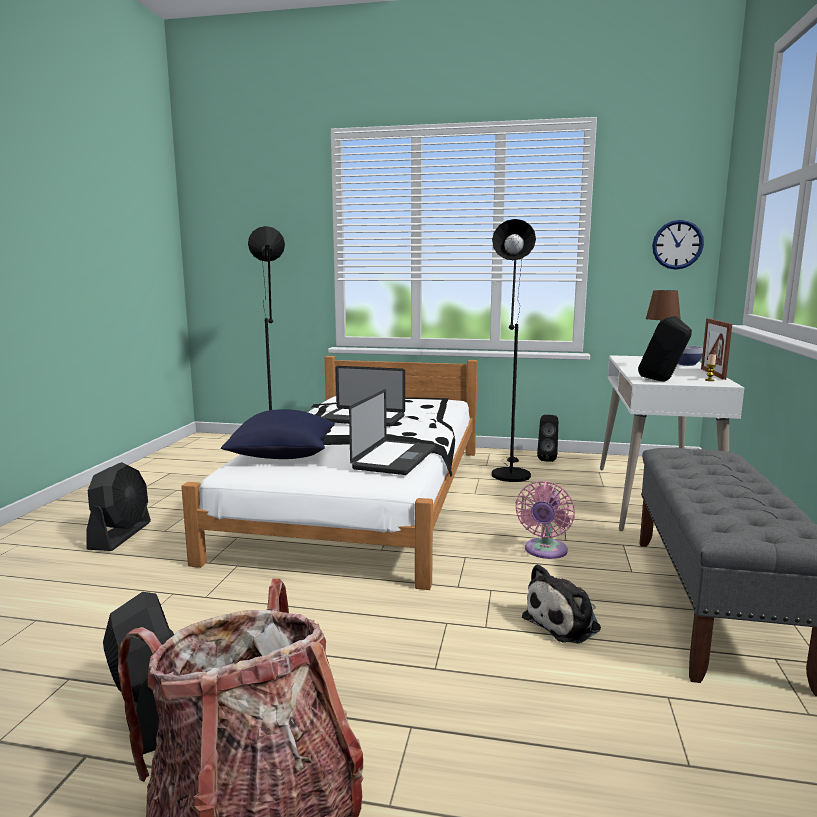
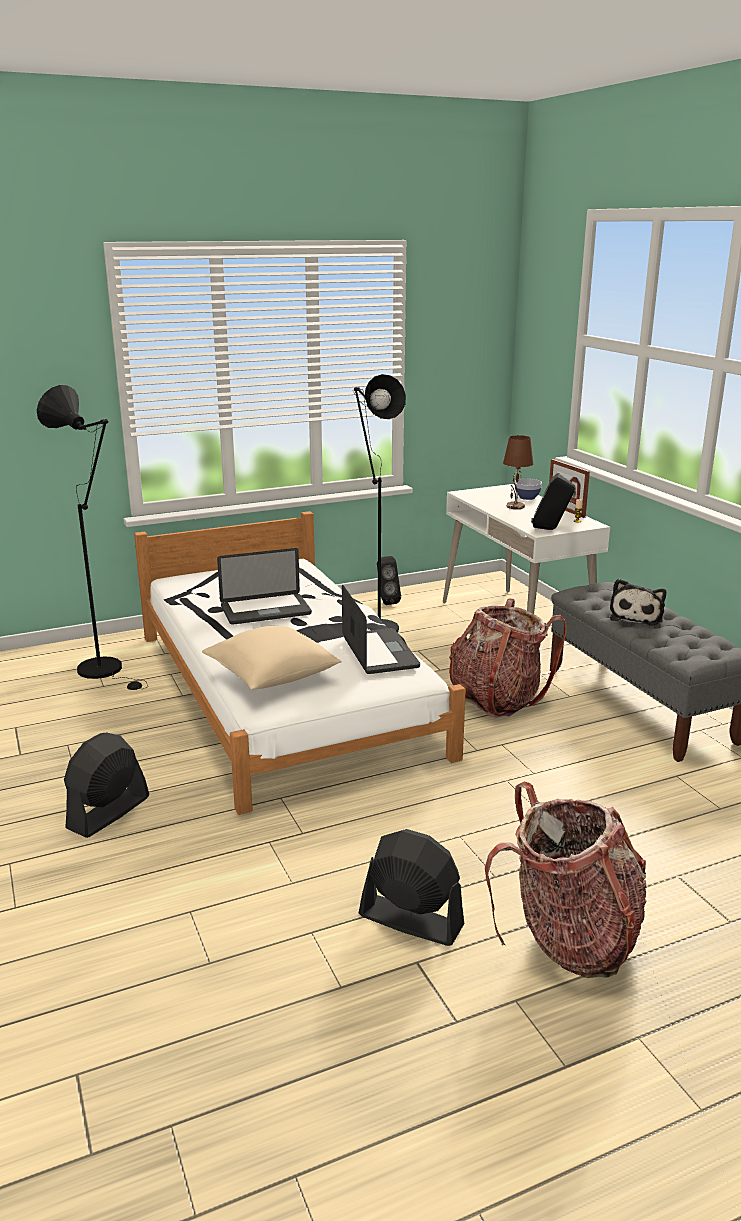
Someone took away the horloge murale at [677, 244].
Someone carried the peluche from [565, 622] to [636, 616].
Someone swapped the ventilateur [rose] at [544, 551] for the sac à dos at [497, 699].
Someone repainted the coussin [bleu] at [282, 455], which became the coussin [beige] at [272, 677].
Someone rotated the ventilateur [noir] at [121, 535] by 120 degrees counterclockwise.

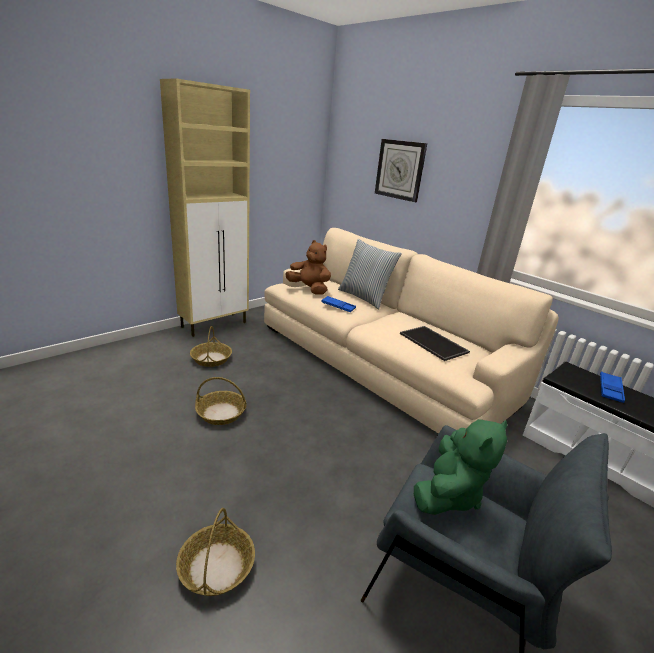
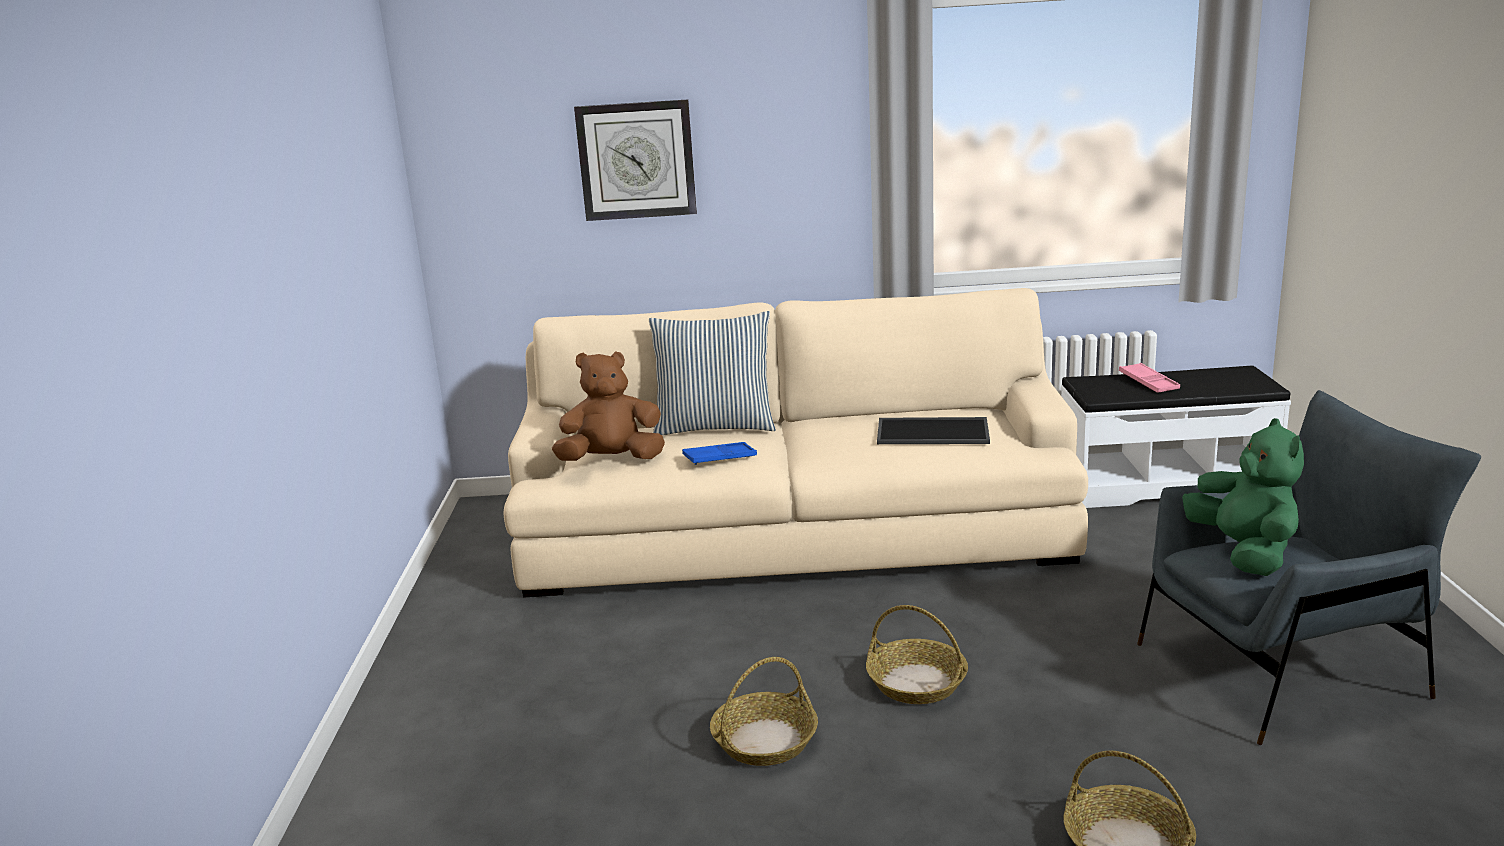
Someone took away the meuble de rangement [beige] at [215, 324].
Someone carried the panier from [211, 359] to [916, 683].
Someone repainted the plateau [bleu] at [610, 390], which became the plateau [rose] at [1148, 382].

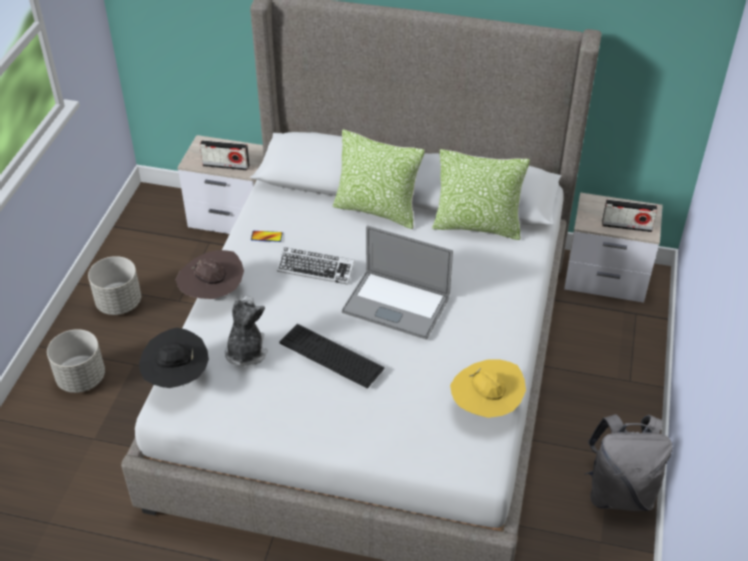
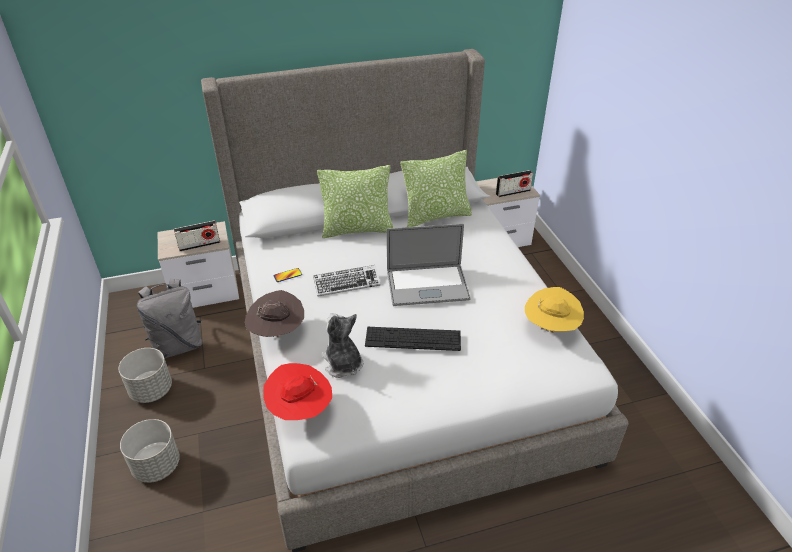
Someone carried the sac à dos [gris] from [619, 492] to [178, 345].
Someone repainted the chapeau [noir] at [177, 378], which became the chapeau [rouge] at [300, 410].

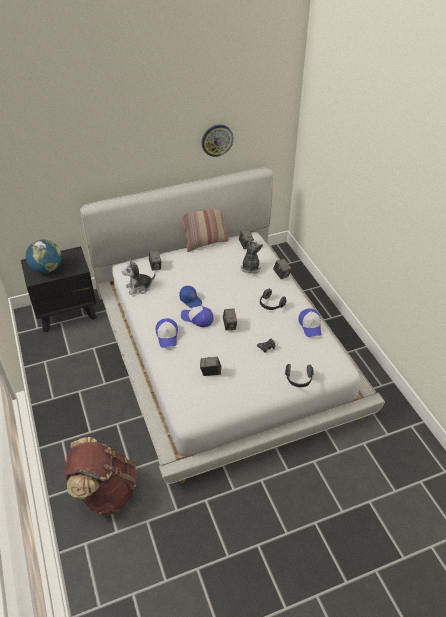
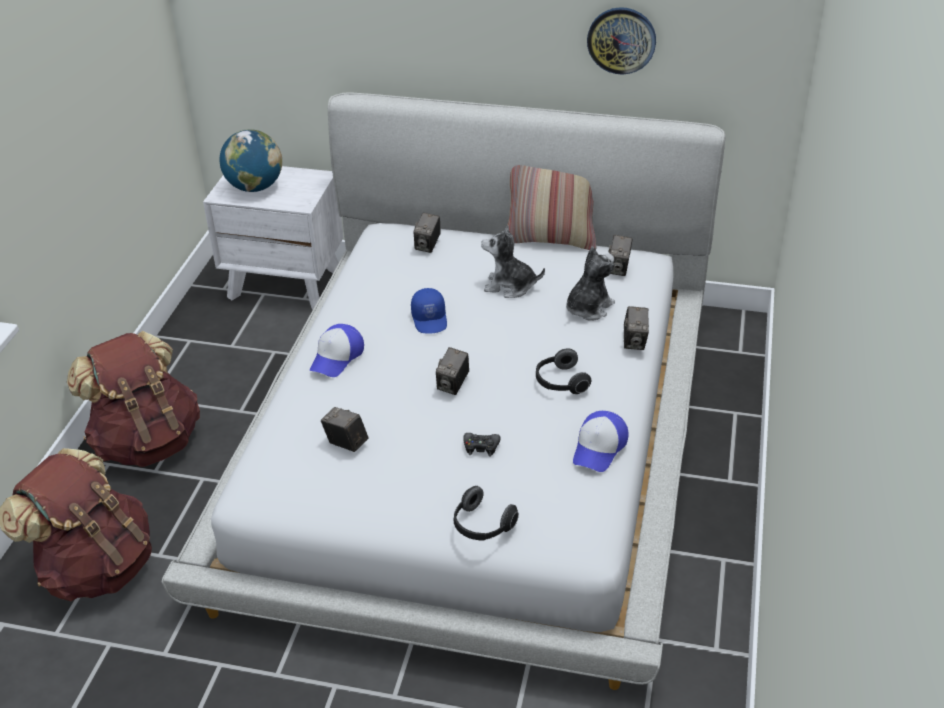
Someone took away the casquette at [197, 318].
Someone put down the sac à dos [marron] at [147, 442].
Someone carried the peluche from [139, 287] to [510, 286].
Someone repainted the table de chevet [noir] at [67, 312], which became the table de chevet [blanc] at [286, 283].

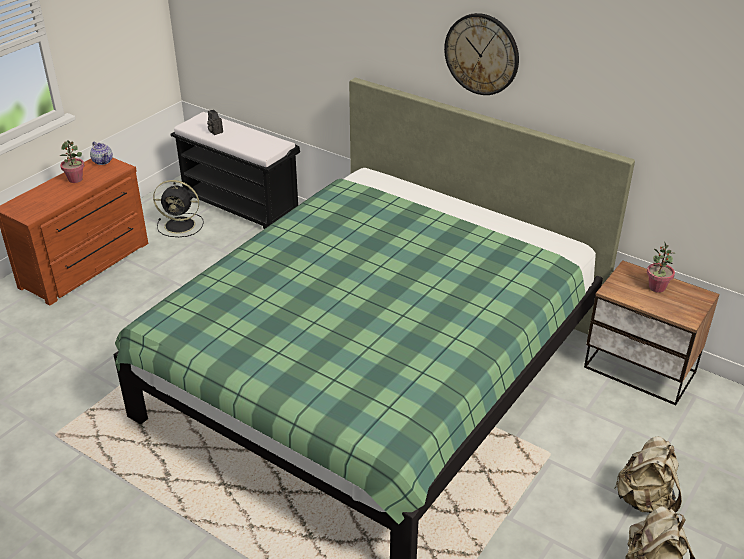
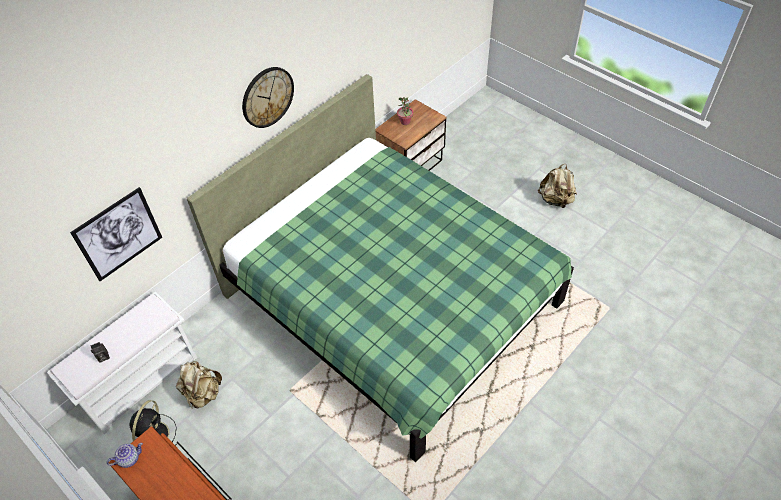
Someone took away the plante en pot at [75, 179].
Someone put up the tableau at [118, 234].
Someone carried the sac à dos [beige] from [645, 500] to [203, 393].
Someone repainted the banc [noir] at [241, 206], which became the banc [blanc] at [141, 381].

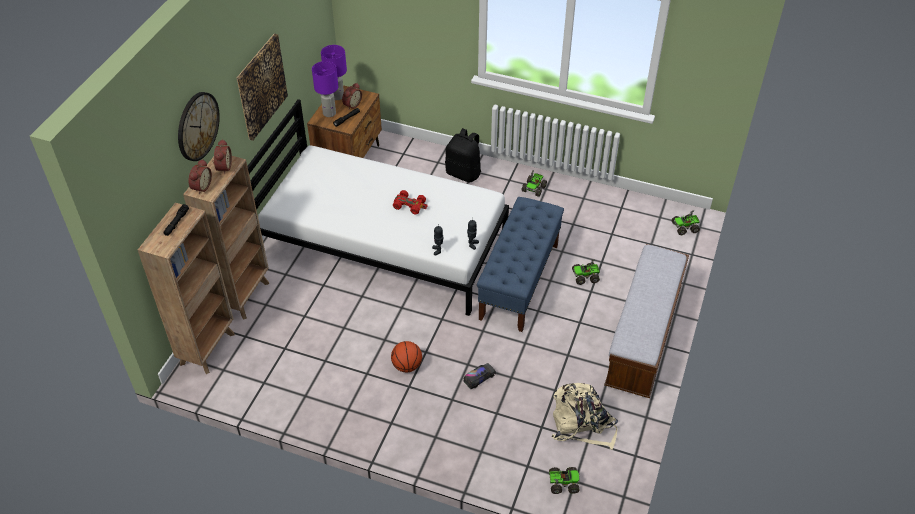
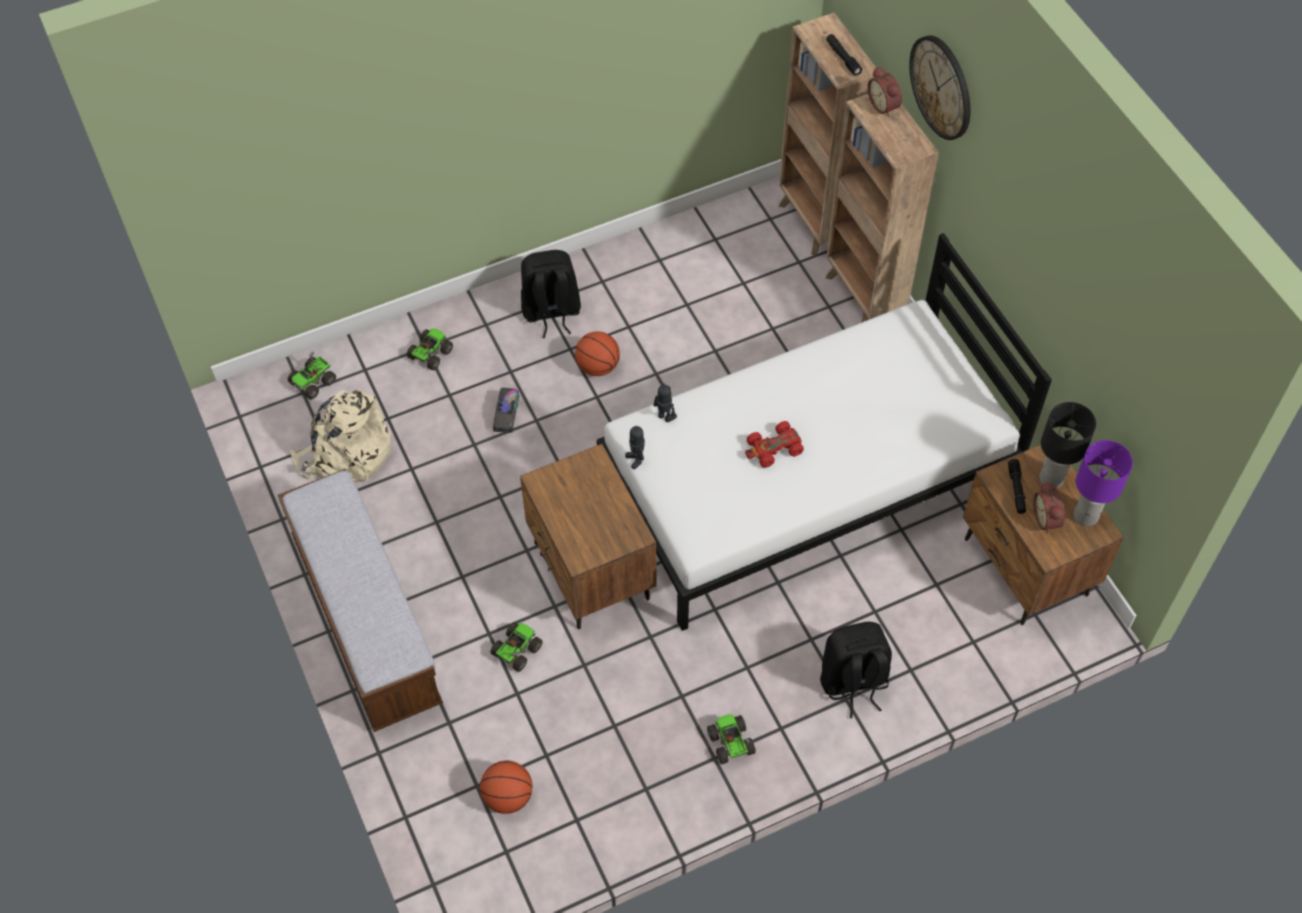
Someone took away the réveil at [223, 167].
Someone took away the tableau at [261, 86].
Someone put down the ballon de basket at [508, 797].
Someone put down the sac à dos [noir] at [551, 312].
Someone carried the camion jouet from [685, 227] to [430, 354].
Someone swapped the banc [bleu] at [519, 281] for the table de chevet [marron] at [591, 572].
Someone repainted the lampe de table [violet] at [329, 113], which became the lampe de table [noir] at [1051, 479].

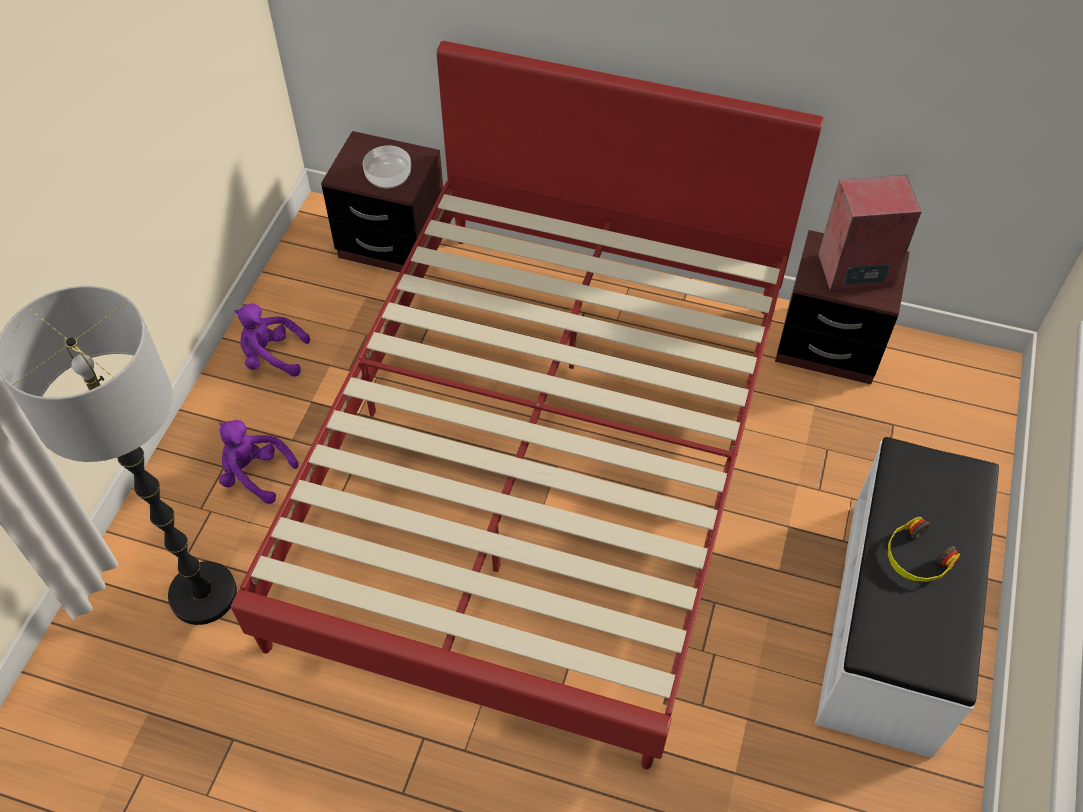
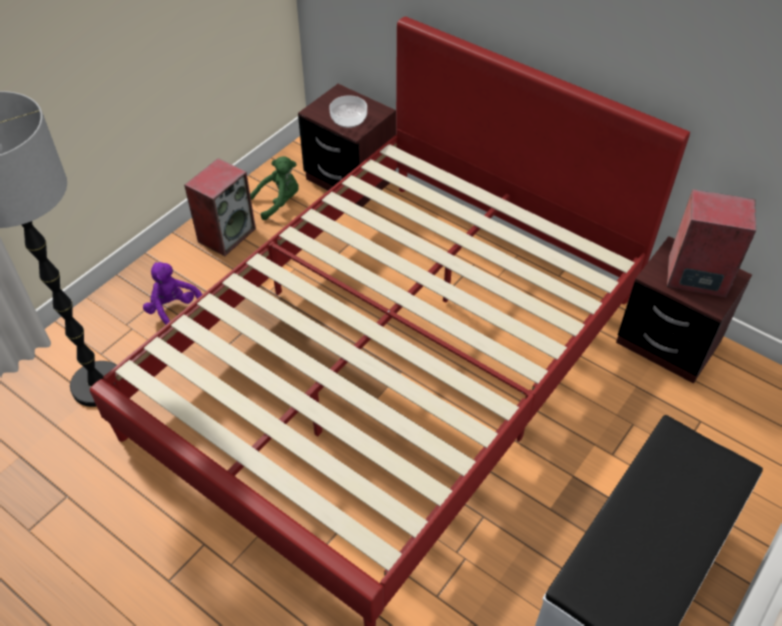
Someone took away the casque audio at [916, 557].
Someone put down the peluche [vert] at [279, 202].
Someone swapped the peluche [violet] at [272, 356] for the enceinte at [227, 234].

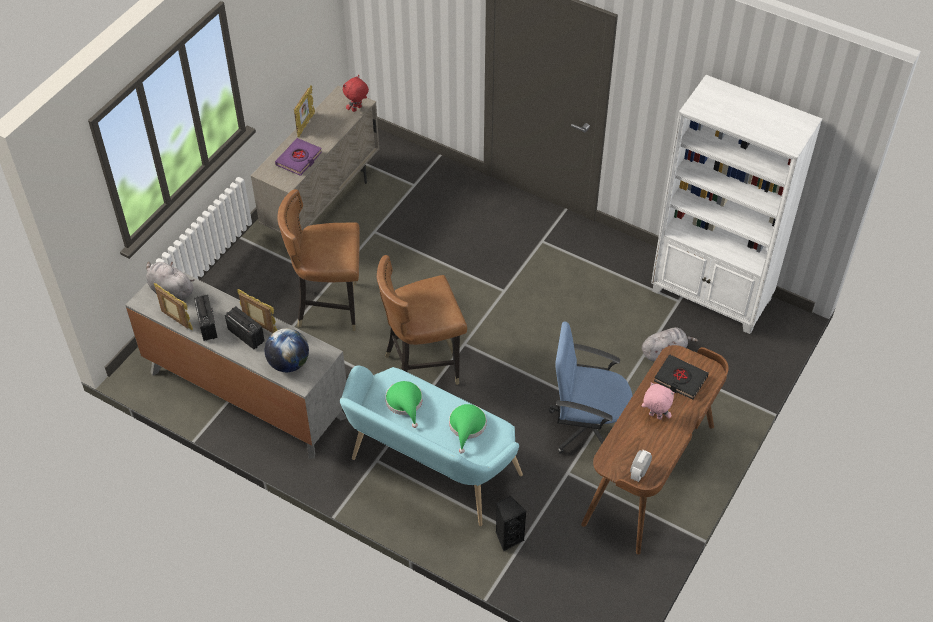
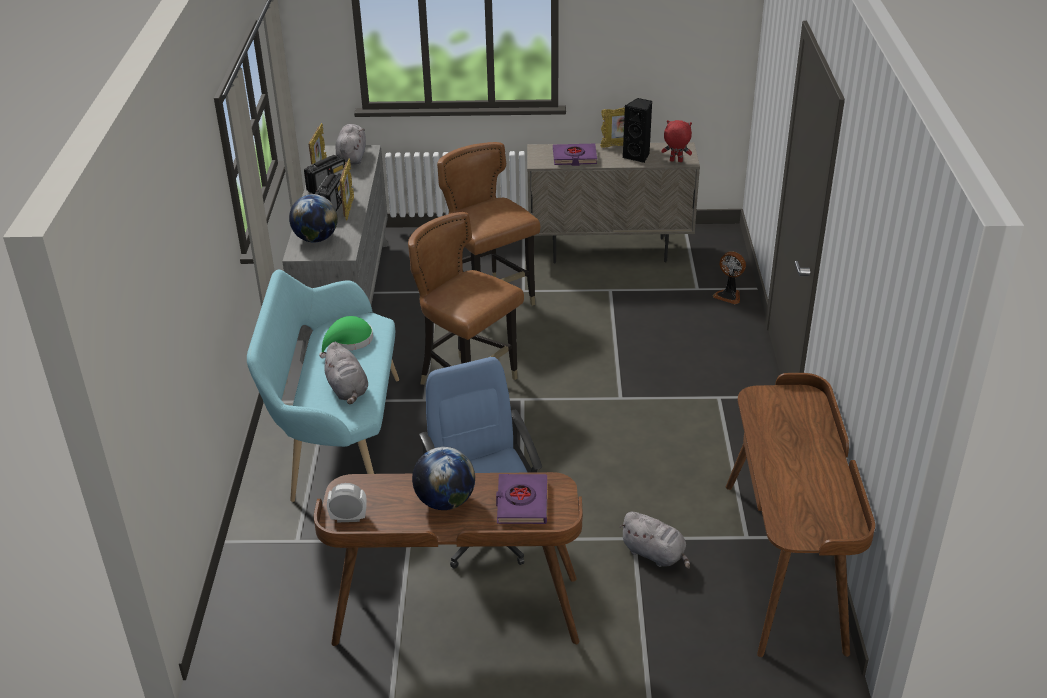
Someone put down the ventilateur at [729, 295].
Someone carried the enceinte [noir] from [508, 537] to [638, 156].
Someone swapped the chapeau [vert] at [467, 427] for the peluche [gris] at [347, 390].
Someone swapped the peluche [rose] at [655, 416] for the globe at [445, 501].
Someone swapped the bibliothèque [blanc] at [711, 296] for the bureau [marron] at [785, 564].
Someone repainted the livre [noir] at [680, 379], which became the livre [violet] at [521, 503].

